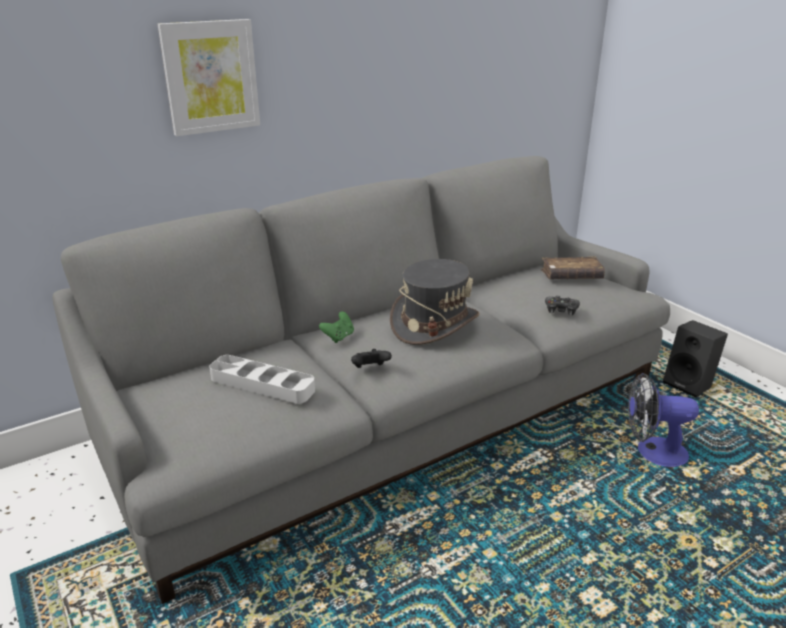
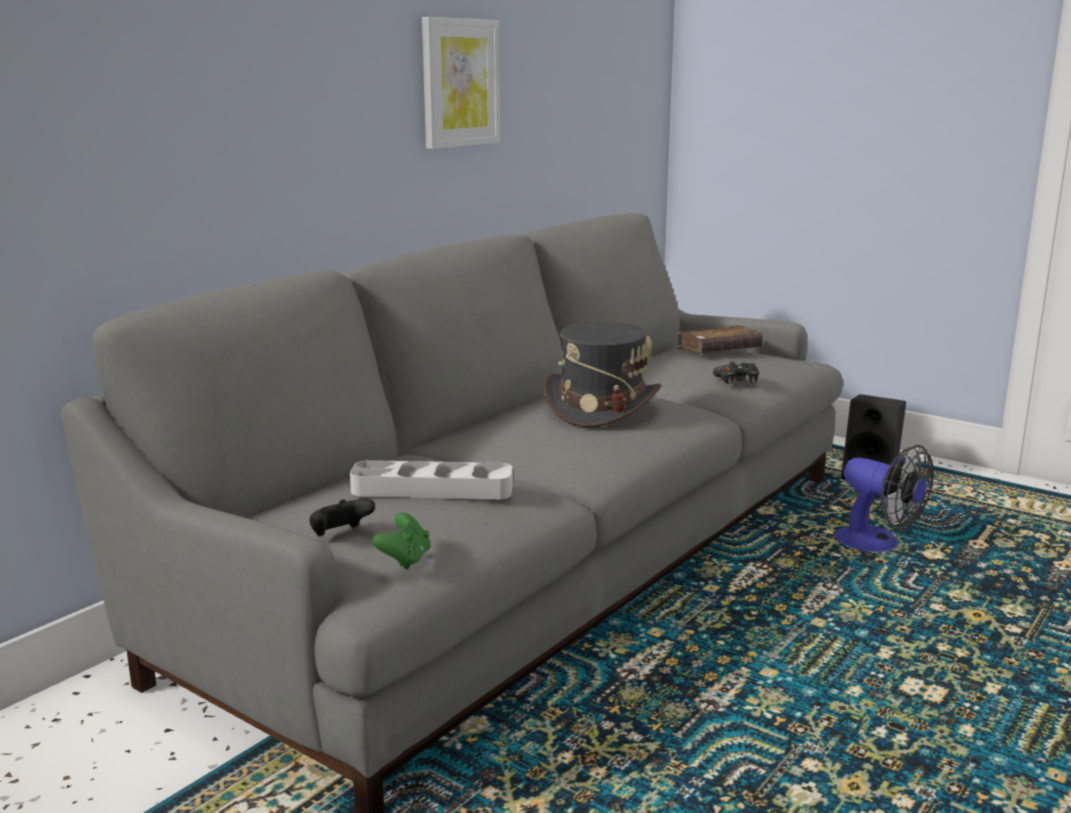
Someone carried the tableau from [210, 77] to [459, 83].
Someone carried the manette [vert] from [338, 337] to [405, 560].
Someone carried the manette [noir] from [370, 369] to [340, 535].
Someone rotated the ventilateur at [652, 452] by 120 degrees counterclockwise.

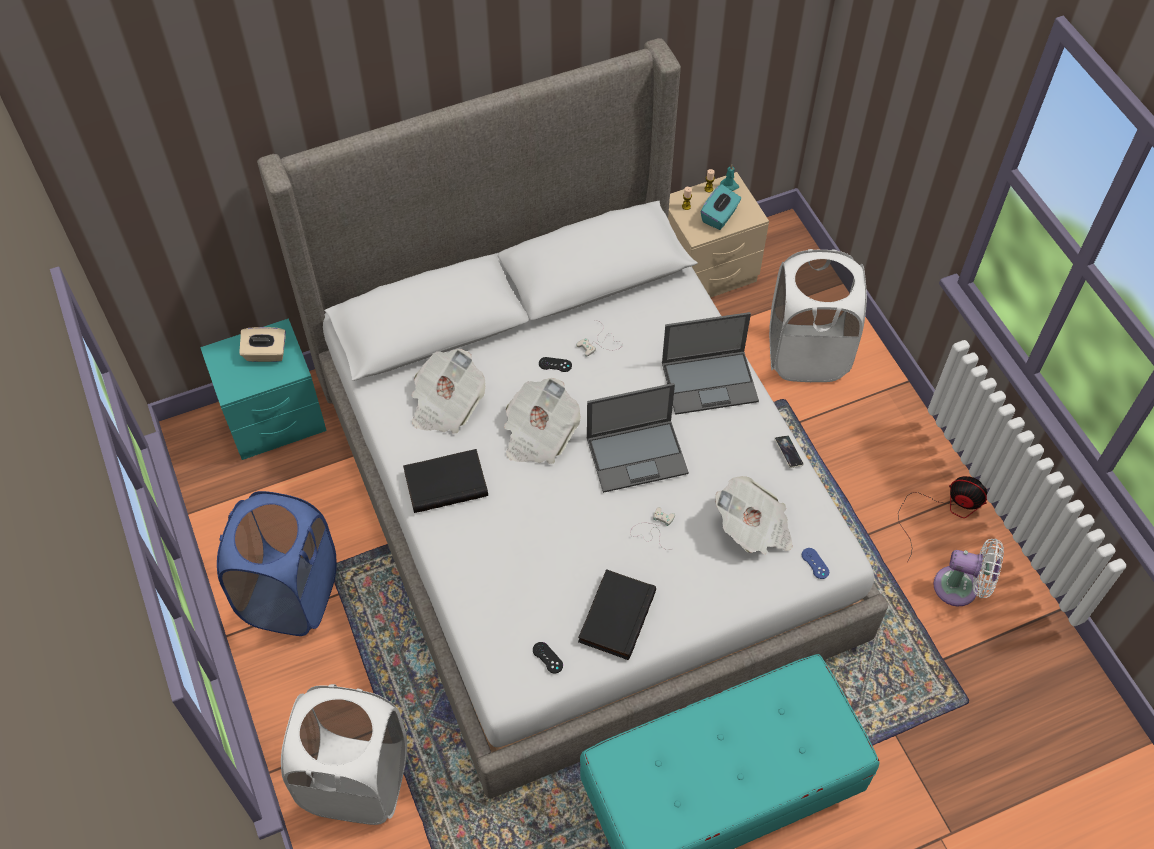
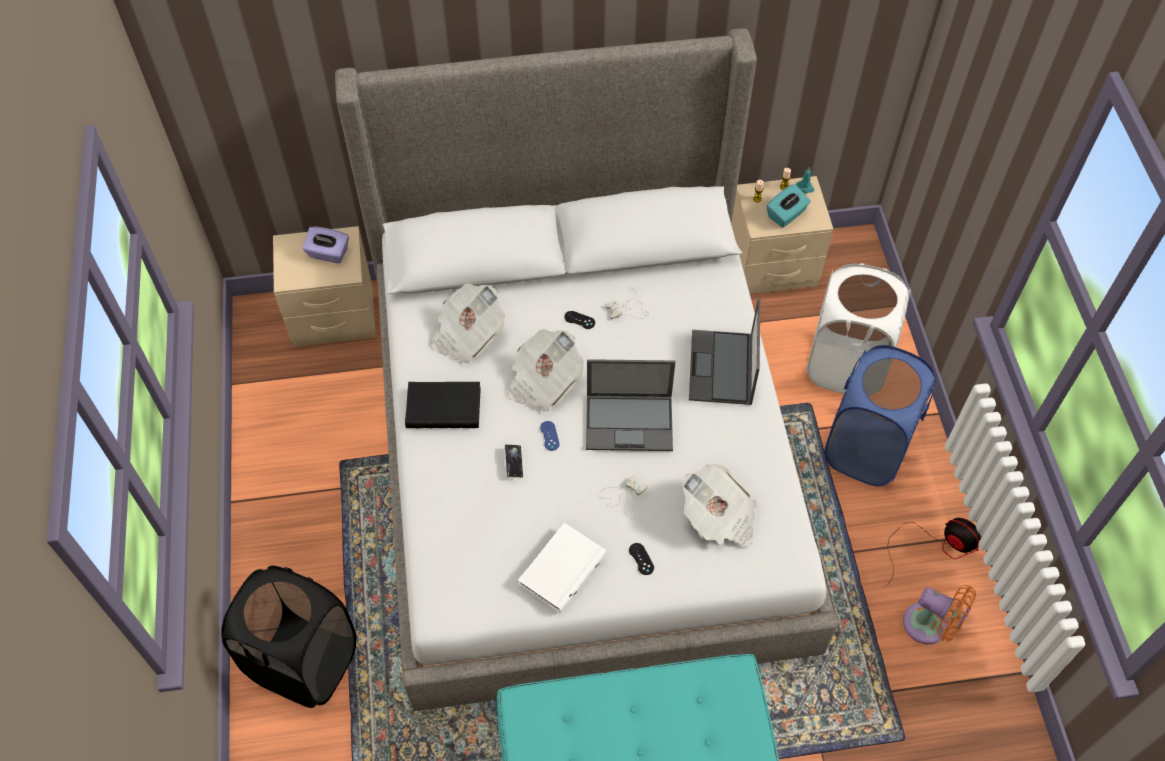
Someone carried the panier à linge [bleu] from [291, 595] to [866, 448].
Someone carried the manette [noir] from [547, 657] to [641, 559].
Someone carried the téléphone from [788, 453] to [513, 462].
Someone carried the manette [bleu] from [815, 563] to [549, 436].
Someone repainted the table de chevet [turquoise] at [275, 419], which became the table de chevet [beige] at [333, 316].
Someone repainted the boîte à mouchoirs [beige] at [266, 353], which became the boîte à mouchoirs [violet] at [328, 253].
Someone repainted the panier à linge [blanc] at [357, 780], which became the panier à linge [noir] at [305, 662].
Someone repainted the livre [noir] at [615, 615], which became the livre [blanc] at [561, 568].
Someone repainted the ventilateur [blanc] at [961, 588], which became the ventilateur [orange] at [930, 626].
Someone rotated the ordinateur portable at [710, 381] by 90 degrees clockwise.

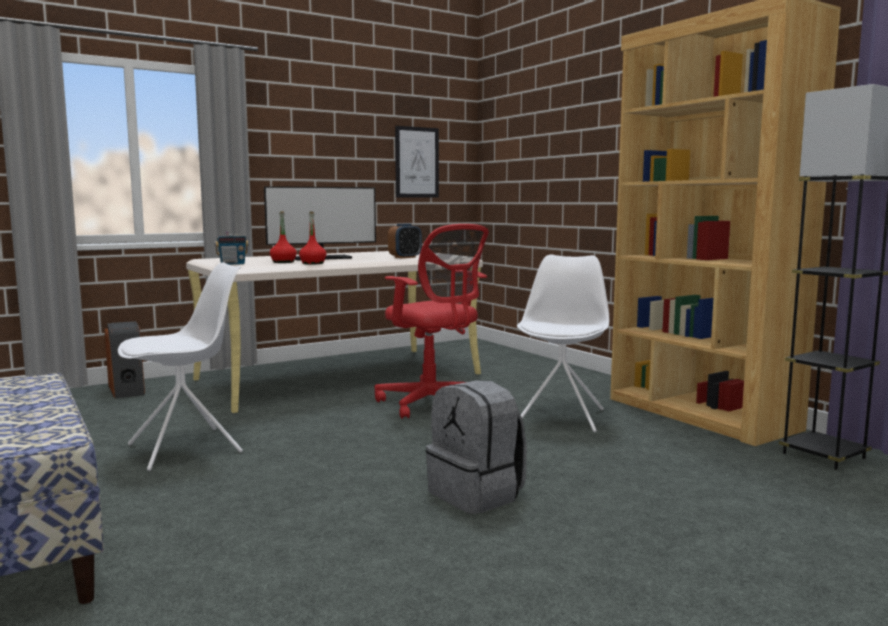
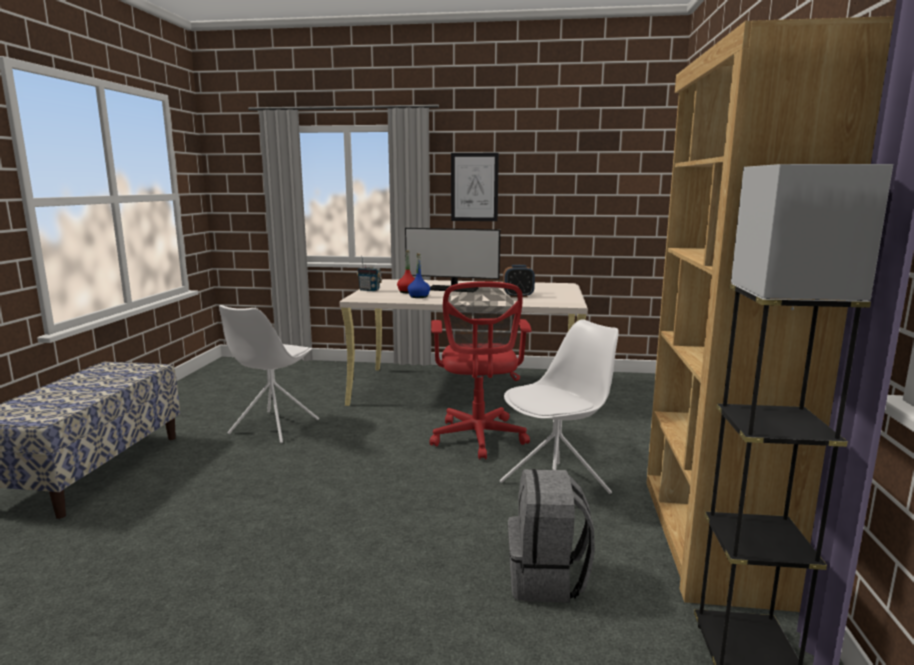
Someone took away the enceinte at [128, 390].
Someone carried the tableau from [417, 162] to [474, 187].
Someone carried the sac à dos [gris] from [477, 494] to [547, 579].
Someone repainted the bouteille [rouge] at [313, 263], which became the bouteille [bleu] at [419, 296].
Someone rotated the chaise [blanc] at [187, 448] by 105 degrees clockwise.

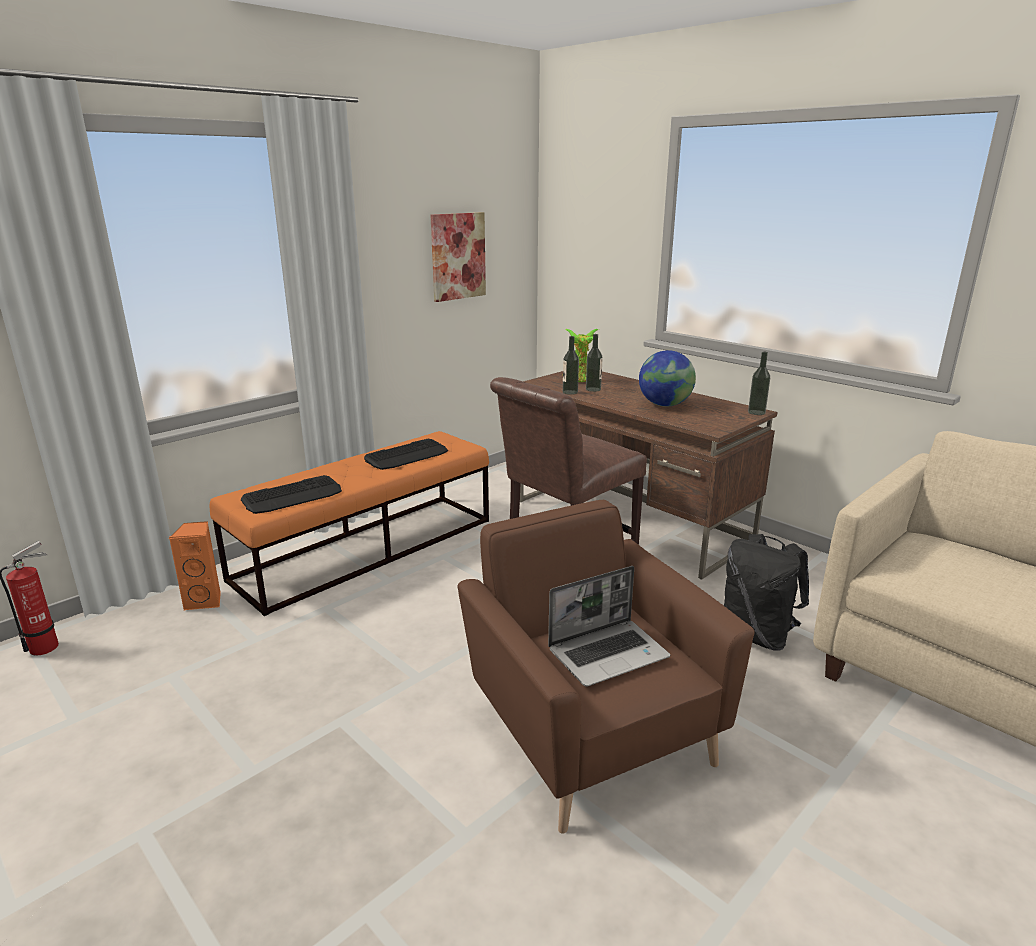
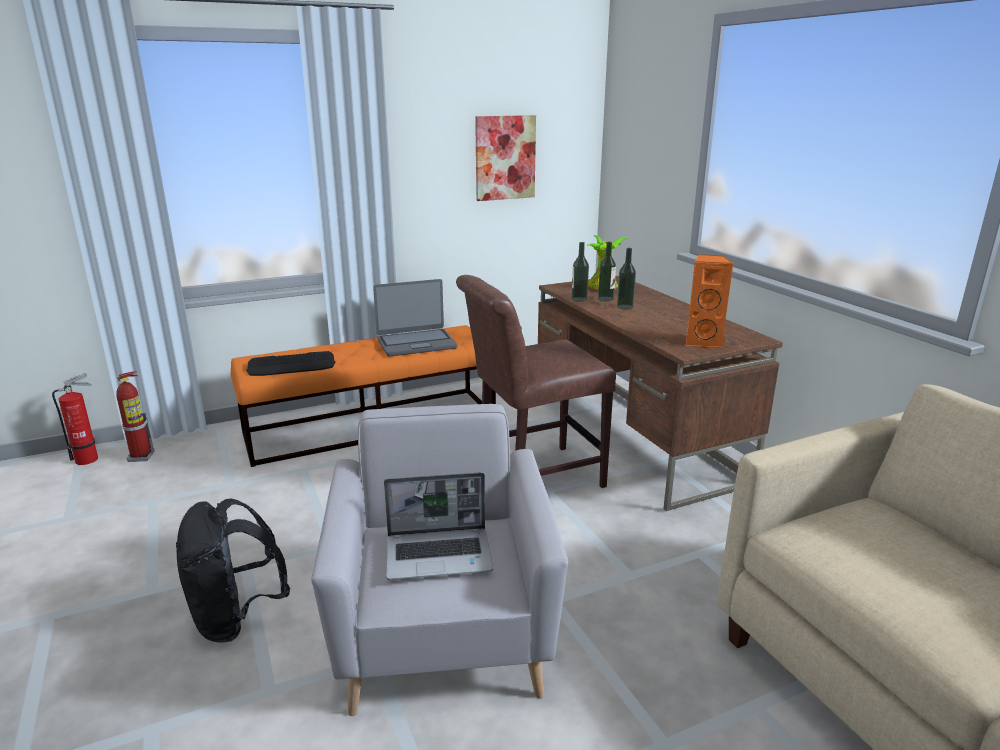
Someone took away the globe at [664, 405].
Someone put down the extincteur at [141, 457].
Someone carried the enceinte [orange] from [205, 601] to [703, 341].
Someone carried the sac à dos [noir] from [757, 635] to [236, 618].
Someone carried the bouteille from [756, 412] to [625, 307].
Someone swapped the clavier at [407, 455] for the ordinateur portable at [416, 343].
Someone repainted the fauteuil [marron] at [590, 732], which became the fauteuil [gris] at [443, 631].

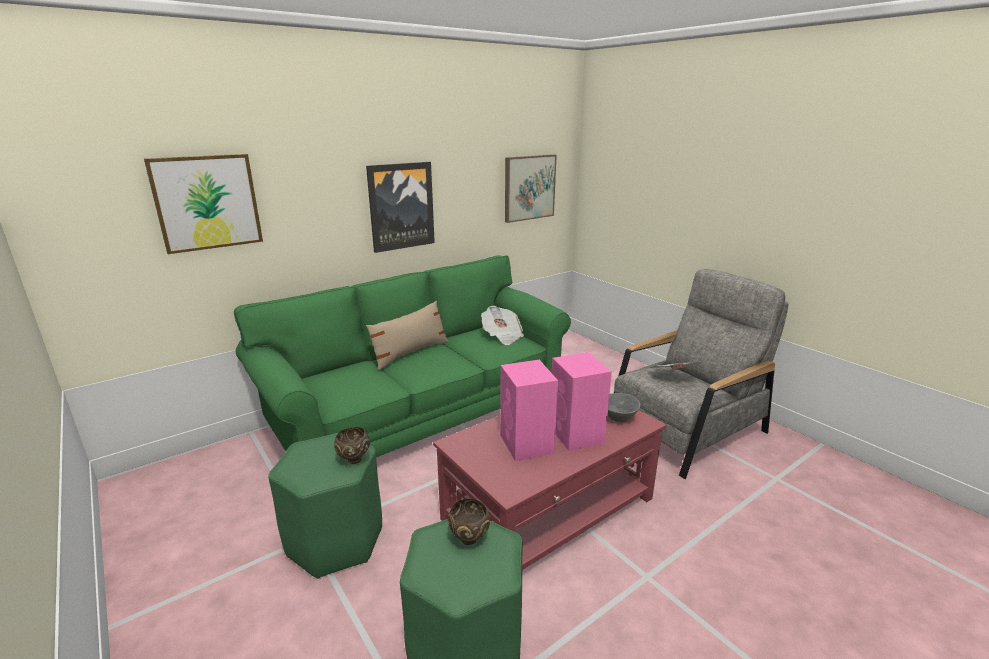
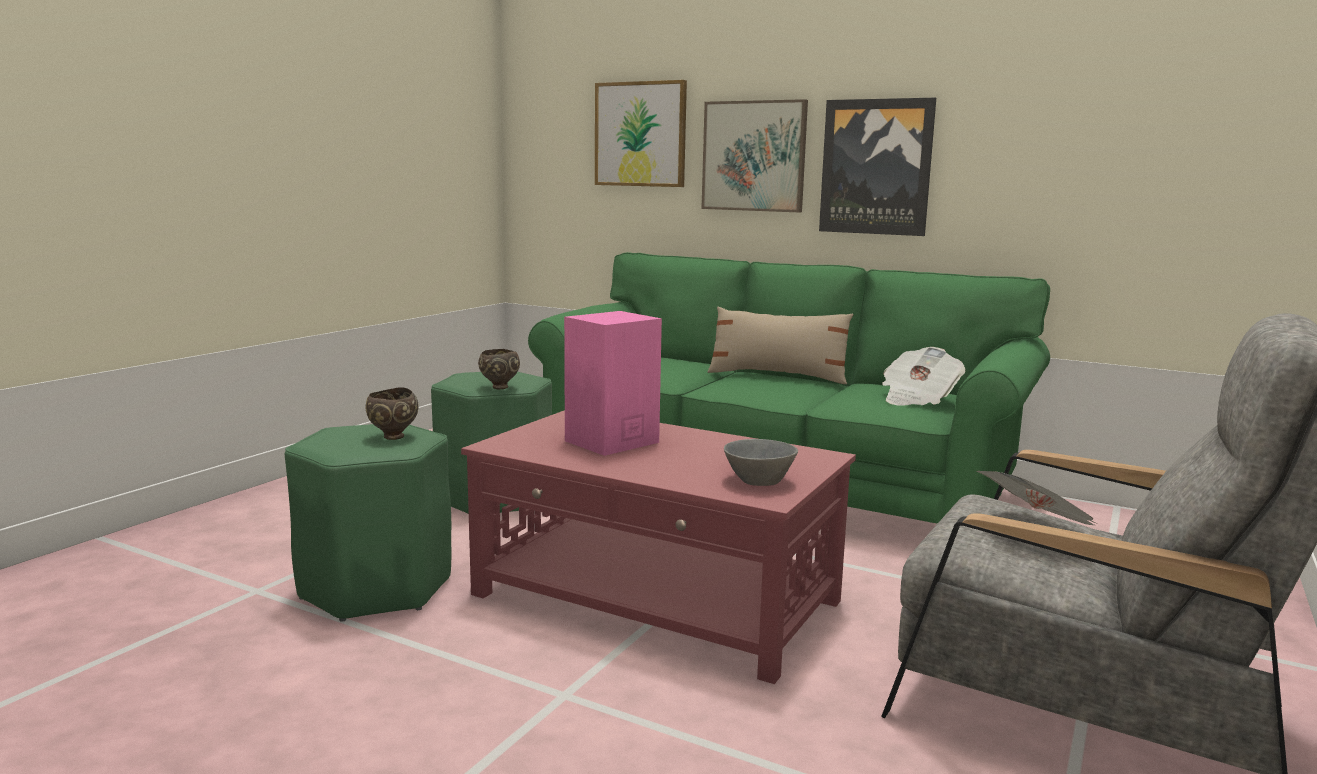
Someone took away the enceinte [rose] at [576, 435].
Someone carried the tableau from [529, 187] to [754, 156].

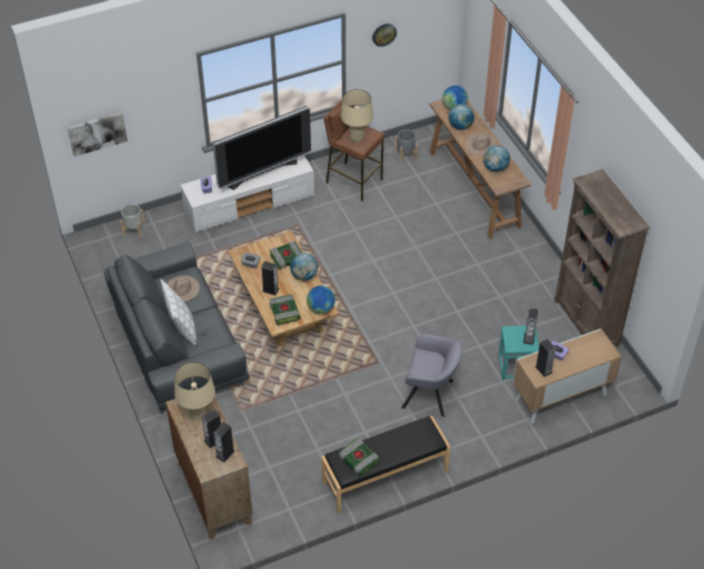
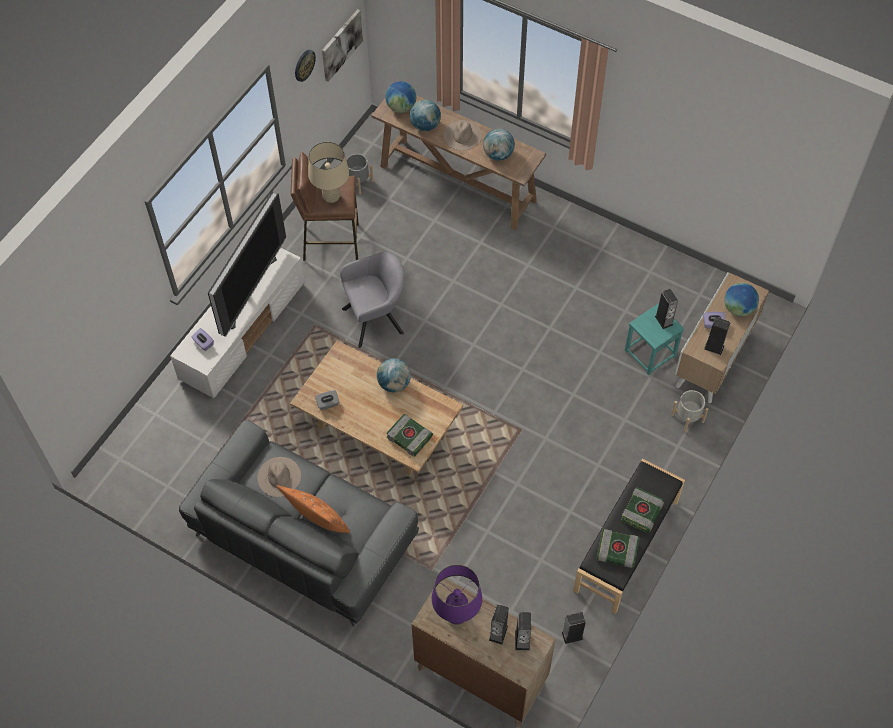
Someone took away the bibliothèque [marron] at [586, 323].
Someone carried the tableau from [97, 133] to [341, 44].
Someone carried the cache-pot [gris] from [134, 229] to [687, 418].
Someone carried the enceinte from [270, 290] to [572, 635].
Someone carried the livre from [287, 258] to [642, 513].
Someone carried the globe from [320, 309] to [738, 309].
Someone carried the fauteuil [gris] from [431, 395] to [376, 320].
Someone repainted the coussin [blanc] at [182, 327], which became the coussin [orange] at [317, 521].
Someone repainted the lampe de table [beige] at [198, 414], which became the lampe de table [violet] at [456, 615].

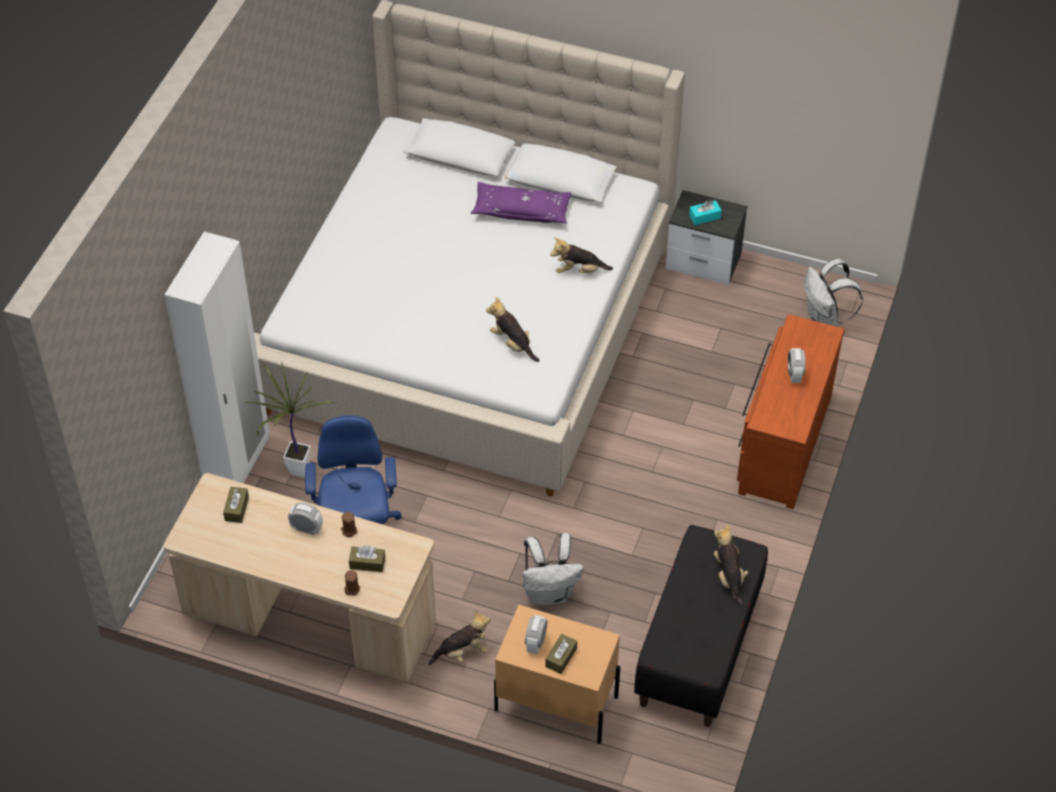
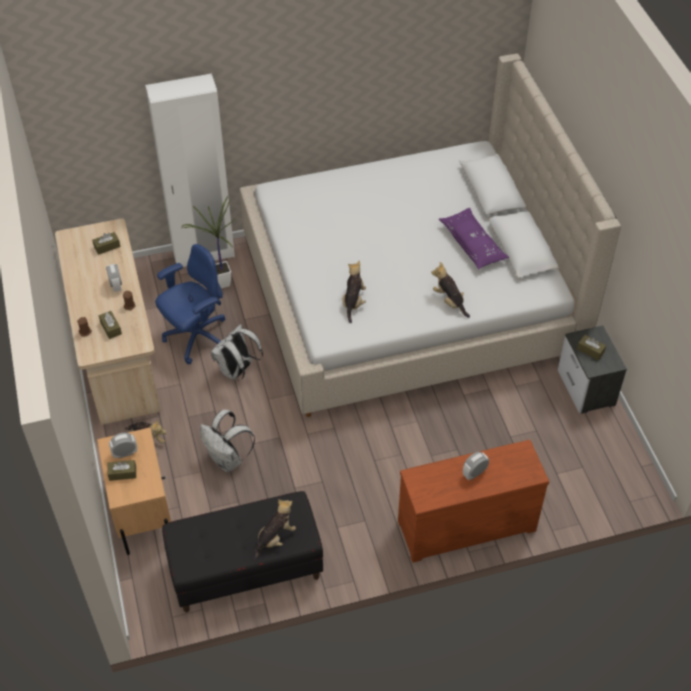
Someone carried the sac à dos [blanc] from [824, 319] to [237, 371].
Someone repainted the boîte à mouchoirs [turquoise] at [704, 217], which became the boîte à mouchoirs [marron] at [590, 350].

